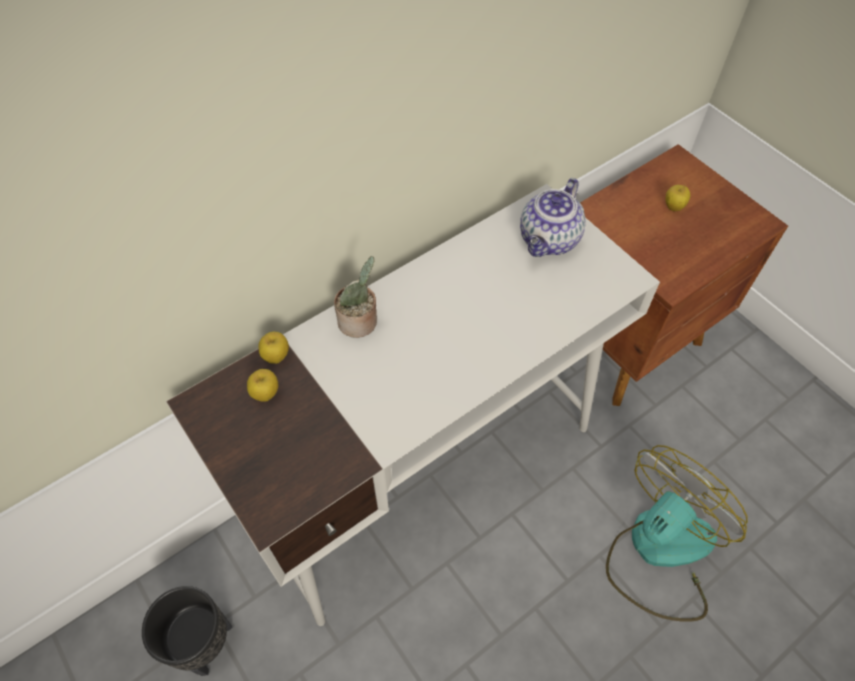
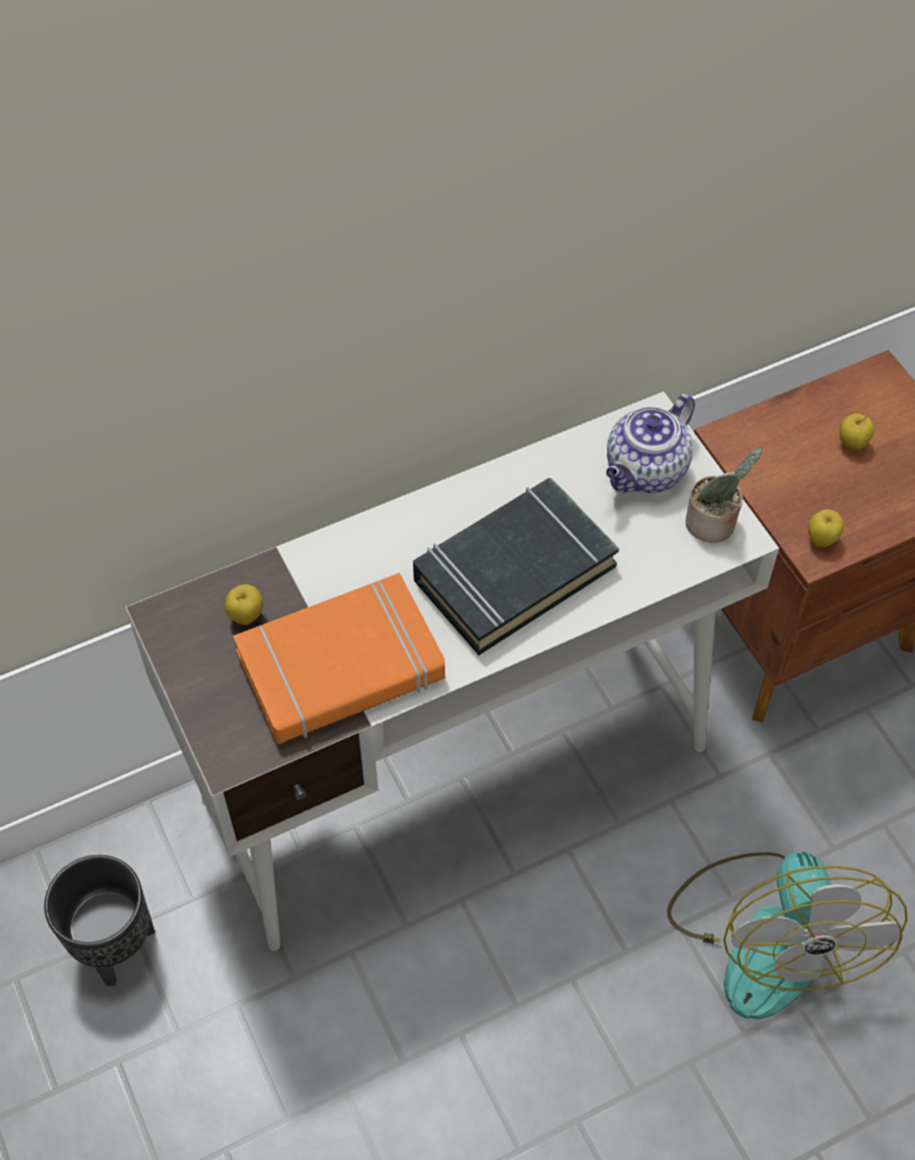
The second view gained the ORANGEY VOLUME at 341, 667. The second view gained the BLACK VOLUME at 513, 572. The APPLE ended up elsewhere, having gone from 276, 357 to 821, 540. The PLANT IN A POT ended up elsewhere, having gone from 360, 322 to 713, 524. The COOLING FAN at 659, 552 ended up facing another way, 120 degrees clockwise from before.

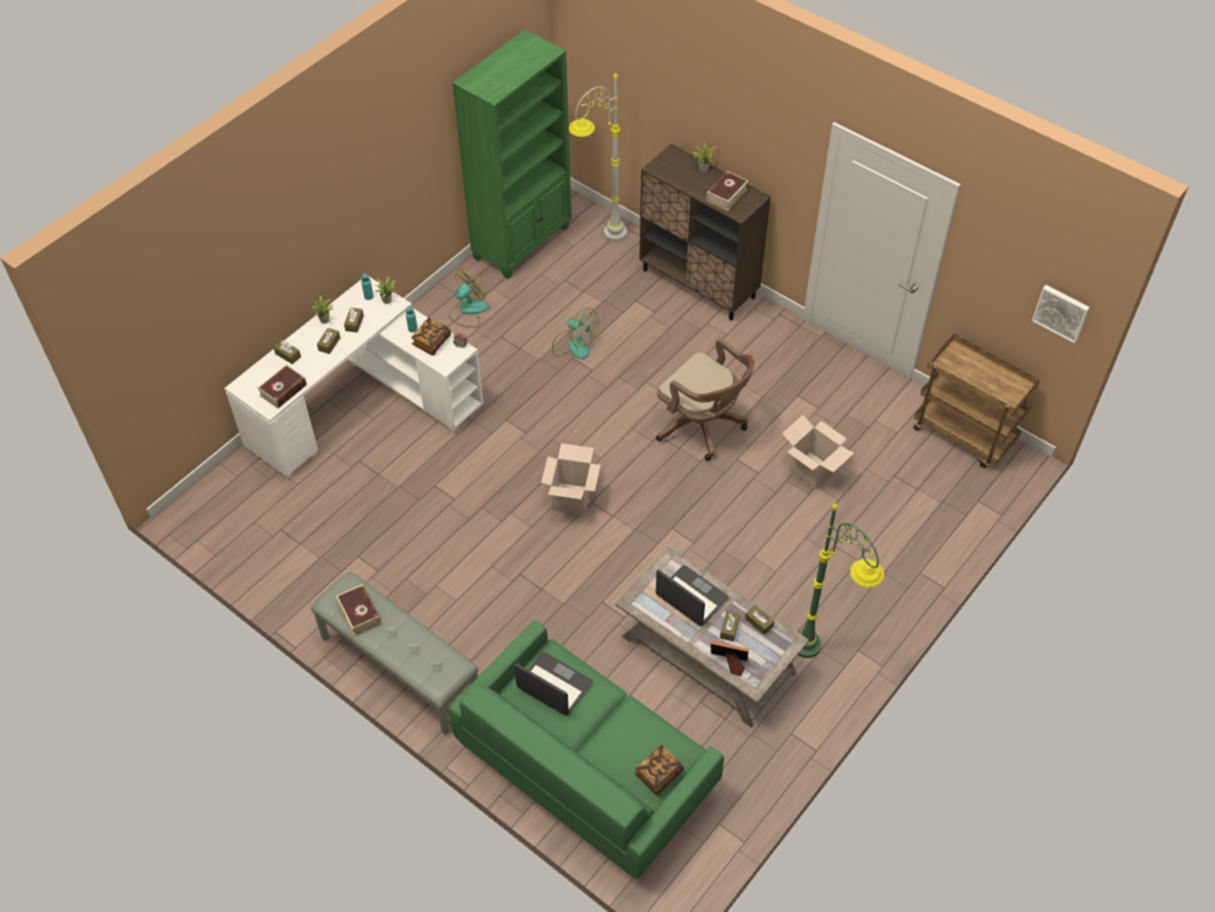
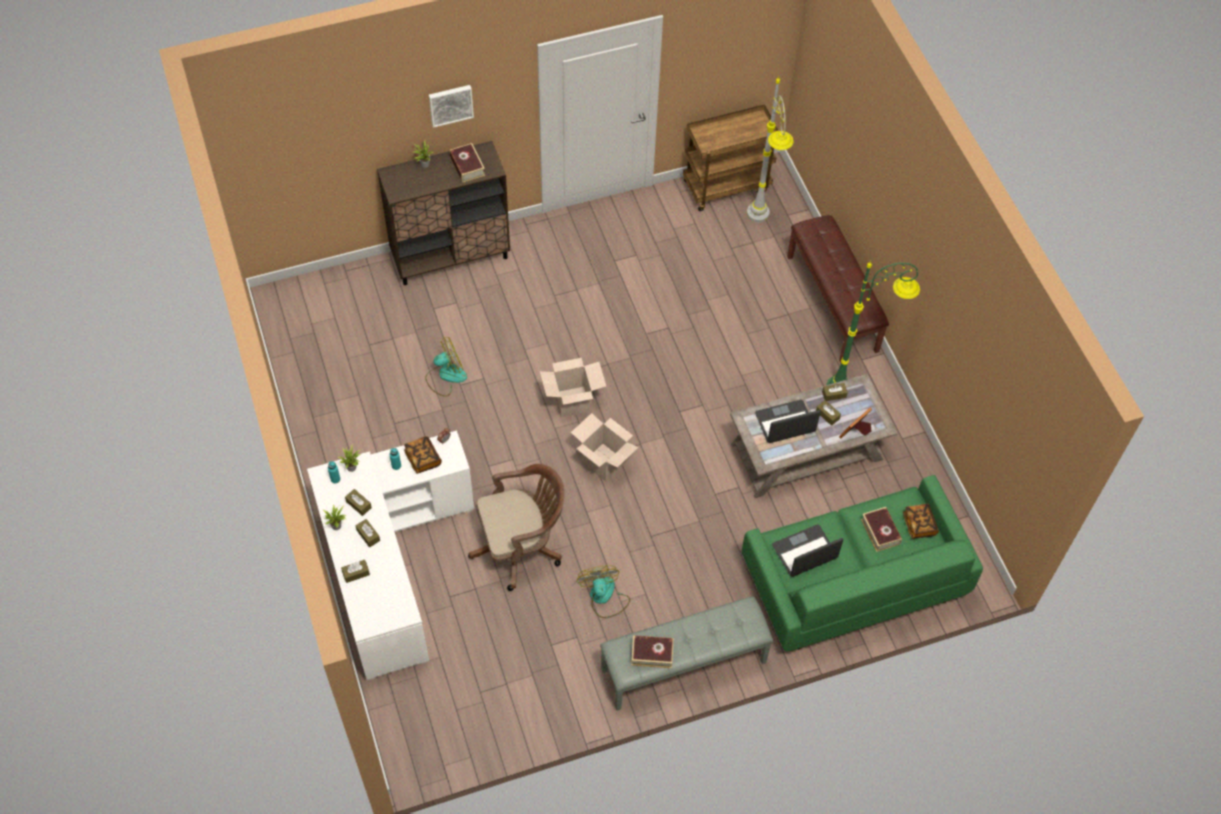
The second view lost the GREENISH BOOKCASE at 523, 242. The second view gained the BROWN INDOOR BENCH at 833, 303. The VOLUME ended up elsewhere, having gone from 283, 390 to 880, 532. The COOLING FAN ended up elsewhere, having gone from 468, 310 to 604, 597. The GRAY STANDARD LAMP ended up elsewhere, having gone from 599, 242 to 761, 229. The BROWN DESK CHAIR ended up elsewhere, having gone from 703, 426 to 521, 547. The CARTON ended up elsewhere, having gone from 812, 471 to 572, 402. The PICTURE ended up elsewhere, having gone from 1061, 312 to 450, 104.

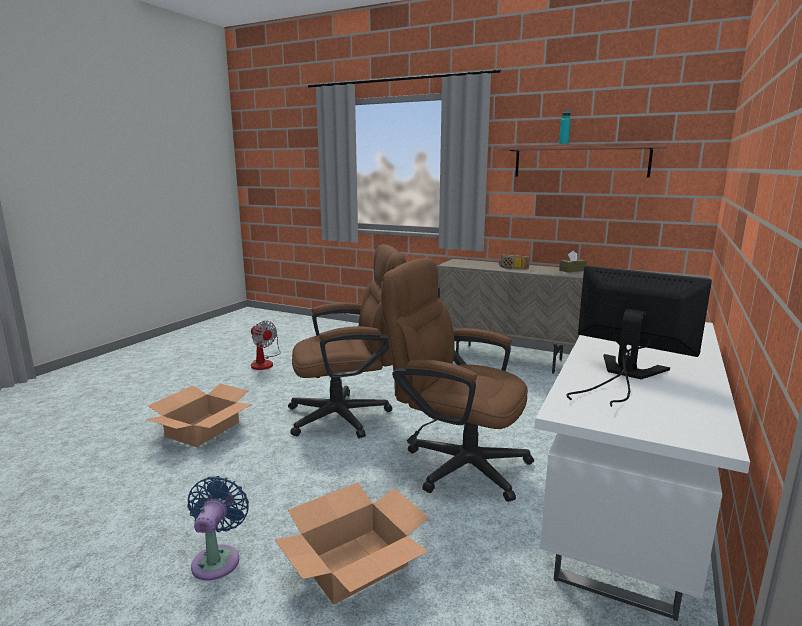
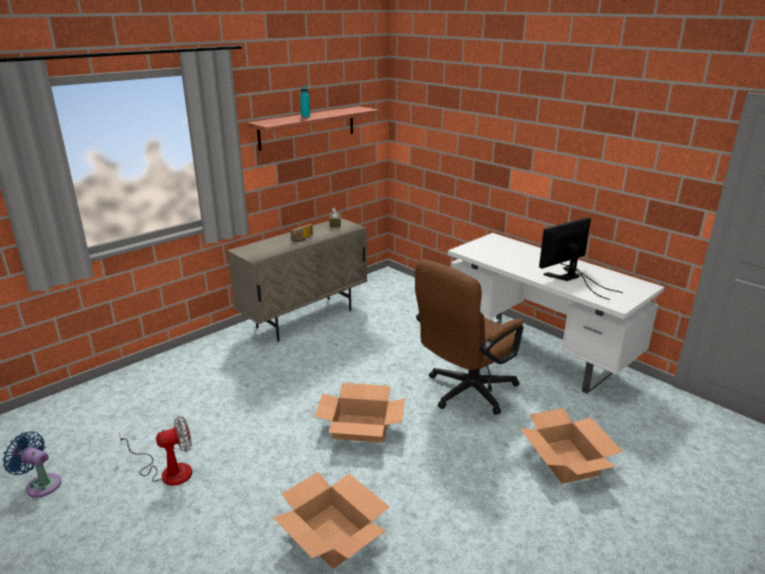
The BLUE-COLOURED COOLING FAN ended up elsewhere, having gone from 218, 559 to 41, 484. Where the BROWN DESK CHAIR stood at 349, 415, the CARTON came to stand at 361, 428.

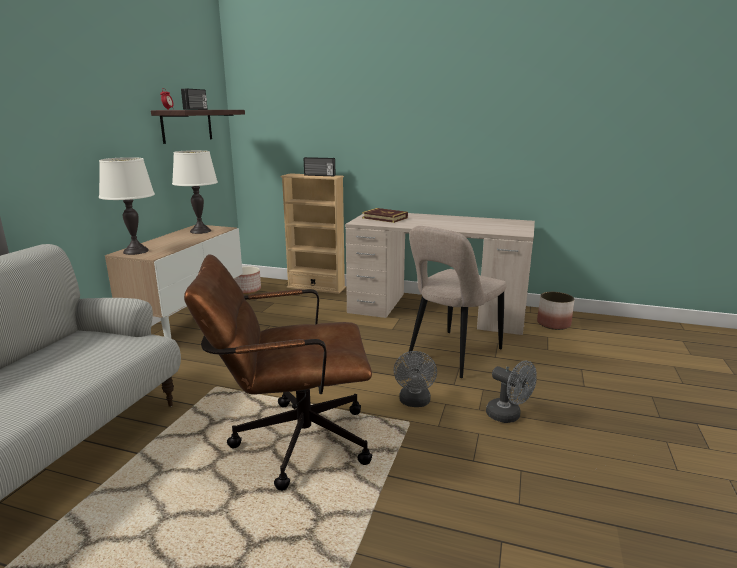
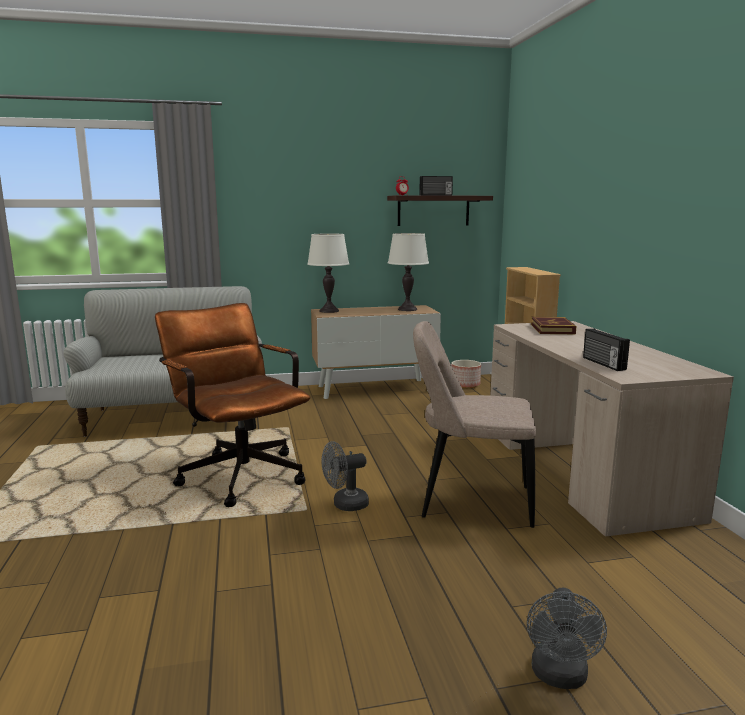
The second view lost the FLOWER POT at 554, 324. The RADIO SET ended up elsewhere, having gone from 319, 175 to 603, 363. The GRAY COOLING FAN ended up elsewhere, having gone from 508, 416 to 560, 677.

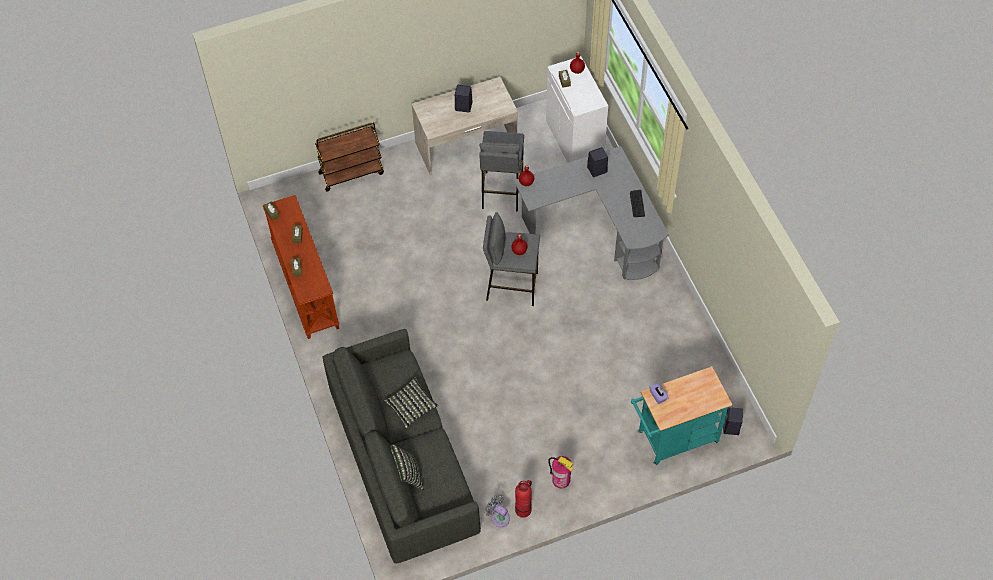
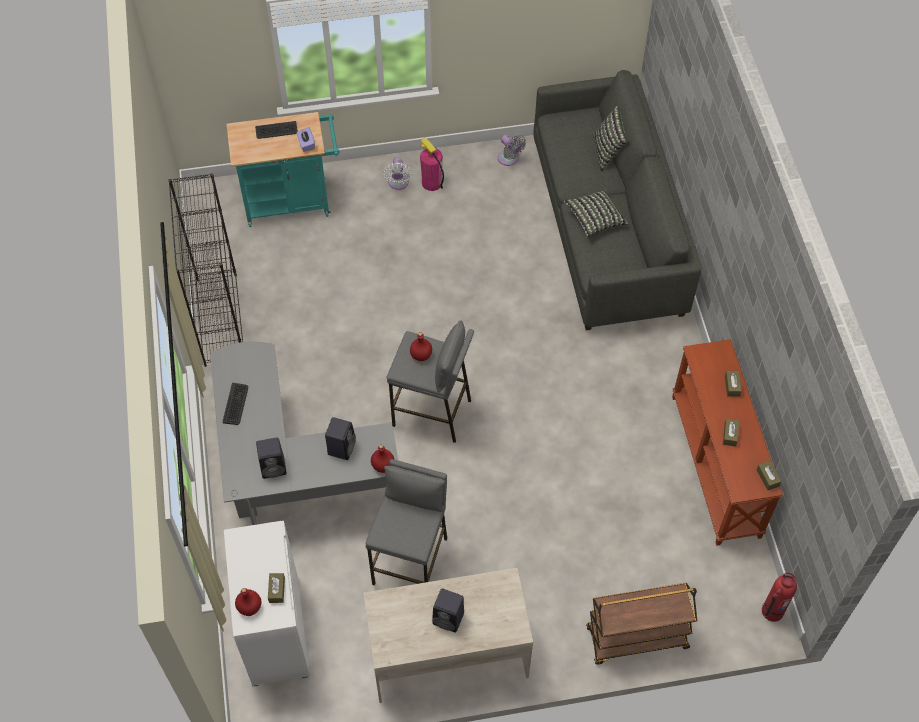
The second view gained the BLACK BOOKCASE at 220, 319. The second view gained the PC KEYBOARD at 276, 130. The second view gained the WHITISH COOLING FAN at 398, 183. The EXTINGUISHER ended up elsewhere, having gone from 523, 509 to 772, 611. The BLACK AUDIO SPEAKER ended up elsewhere, having gone from 731, 428 to 341, 447.

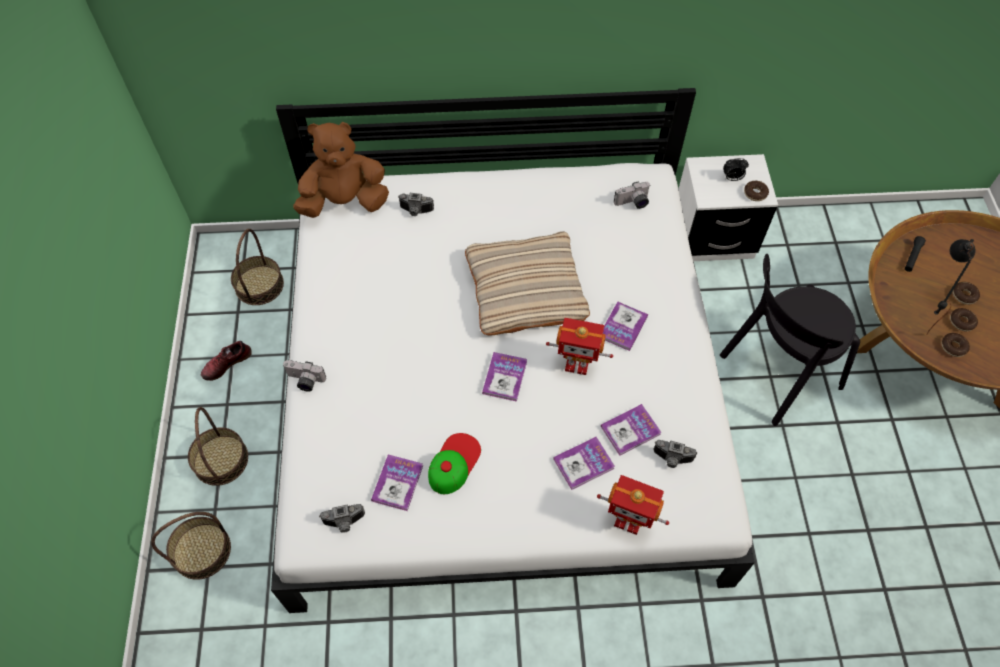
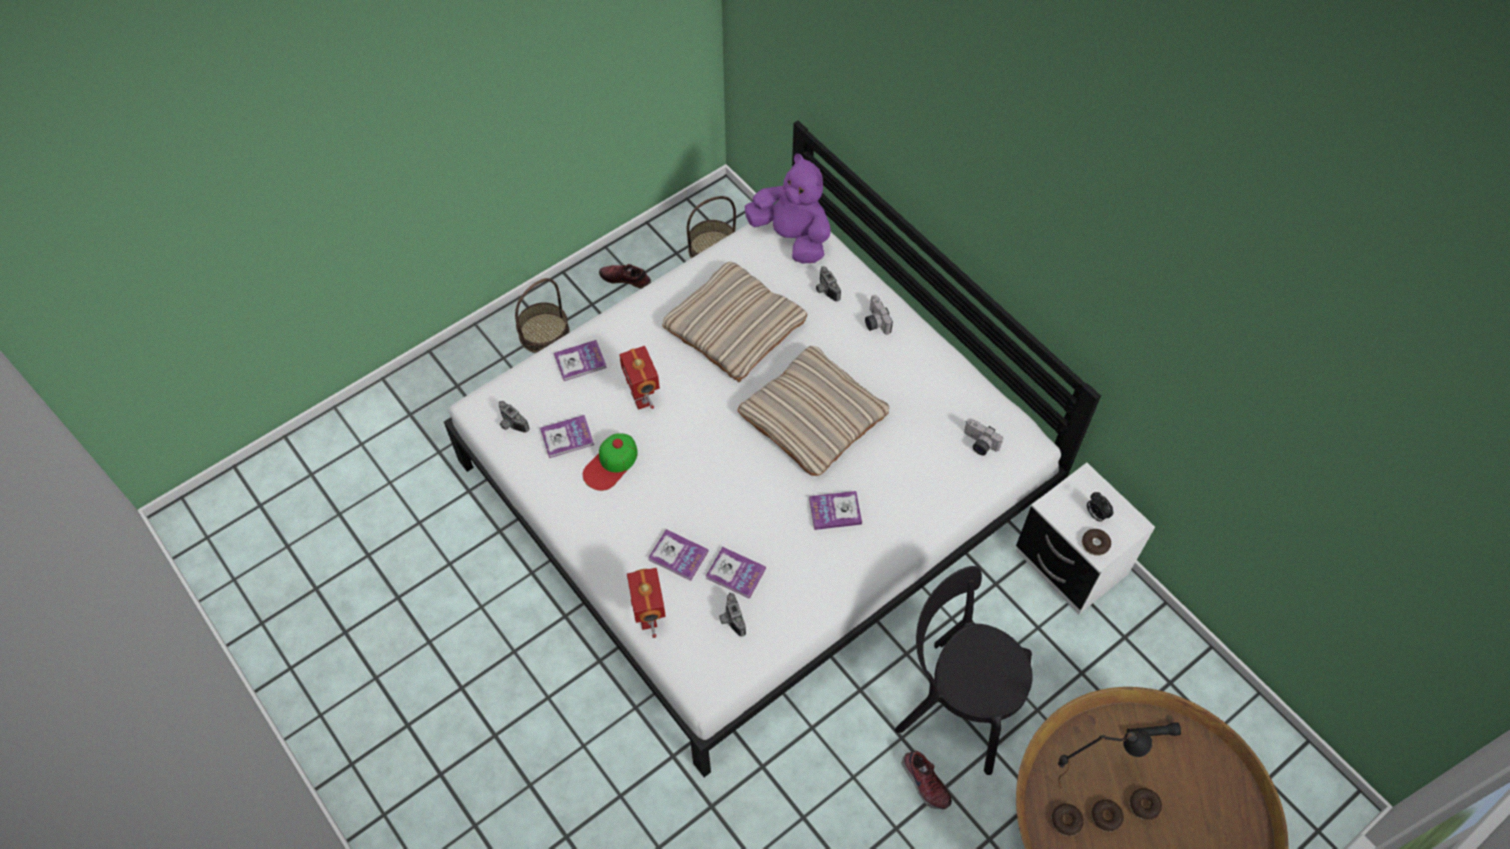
The second view lost the BASKET at 202, 550. The second view gained the SAND-COLOURED PILLOW at 734, 326. The second view gained the LOW SHOE at 924, 783. The STILL CAMERA ended up elsewhere, having gone from 304, 381 to 874, 322. The VOLUME ended up elsewhere, having gone from 504, 377 to 580, 361. The MODEL ROBOT ended up elsewhere, having gone from 577, 365 to 642, 398. What was the BROWN SOFT TOY at 345, 202 turned into the PURPLISH SOFT TOY at 792, 237. The BASEBALL CAP at 453, 463 ended up facing another way, 135 degrees clockwise from before.

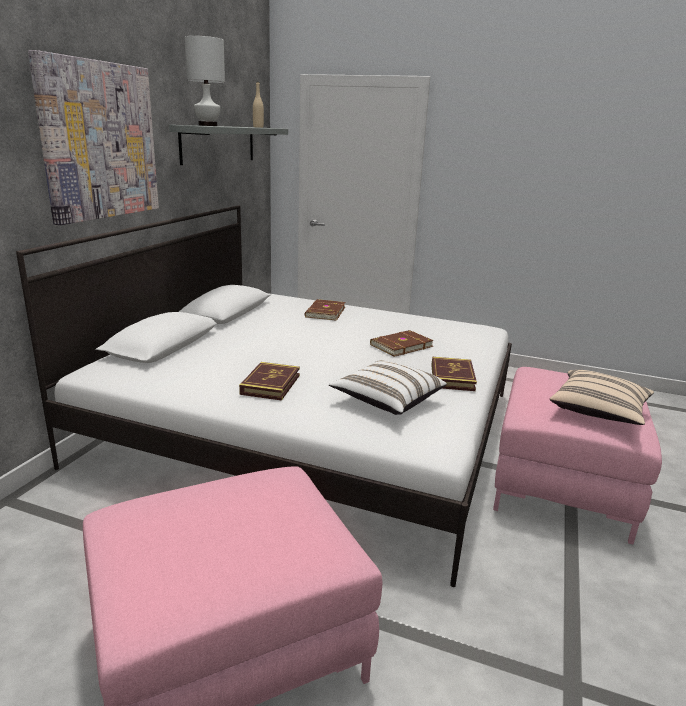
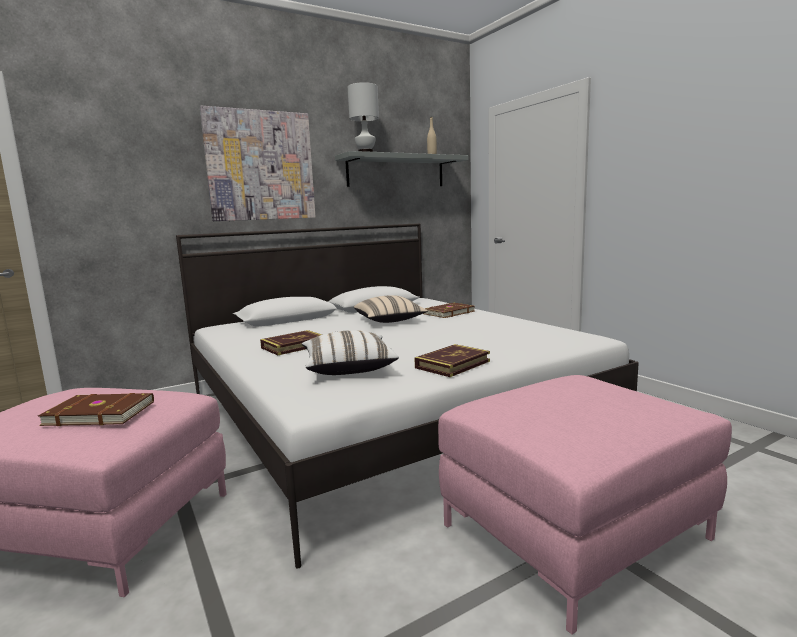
The BROWN VOLUME ended up elsewhere, having gone from 400, 345 to 100, 413. The SAND-COLOURED PILLOW ended up elsewhere, having gone from 599, 411 to 389, 321.

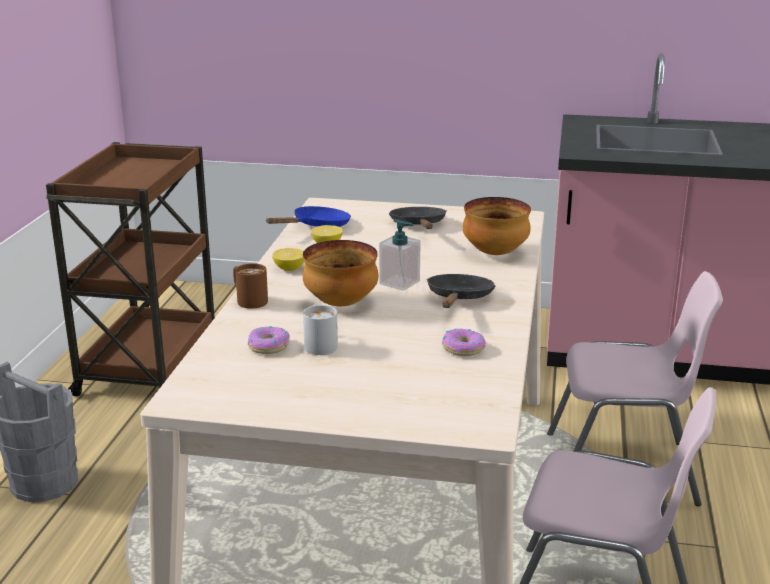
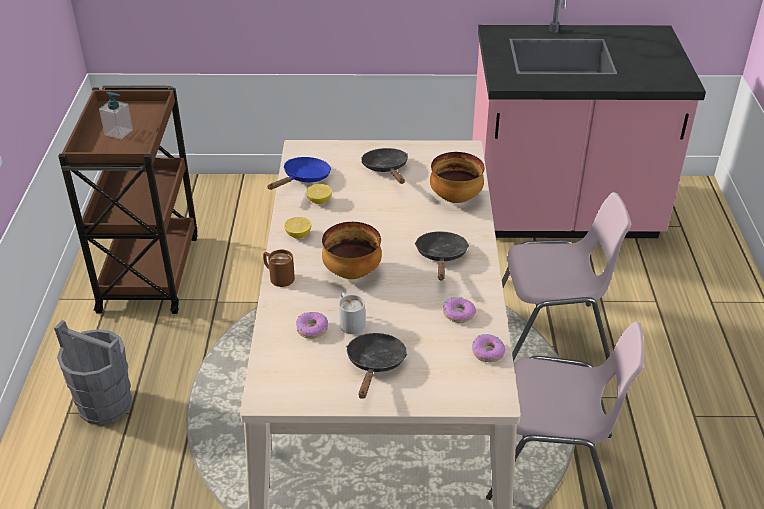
The second view gained the BLACK FRYING PAN at 375, 364. The second view gained the DOUGHNUT at 488, 352. The LIQUID SOAP BOTTLE ended up elsewhere, having gone from 399, 282 to 119, 132.

